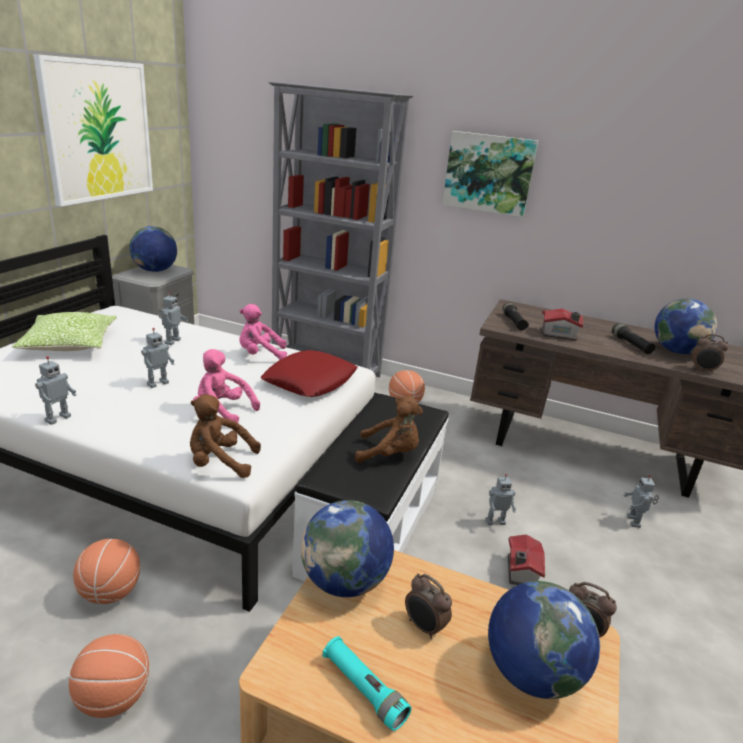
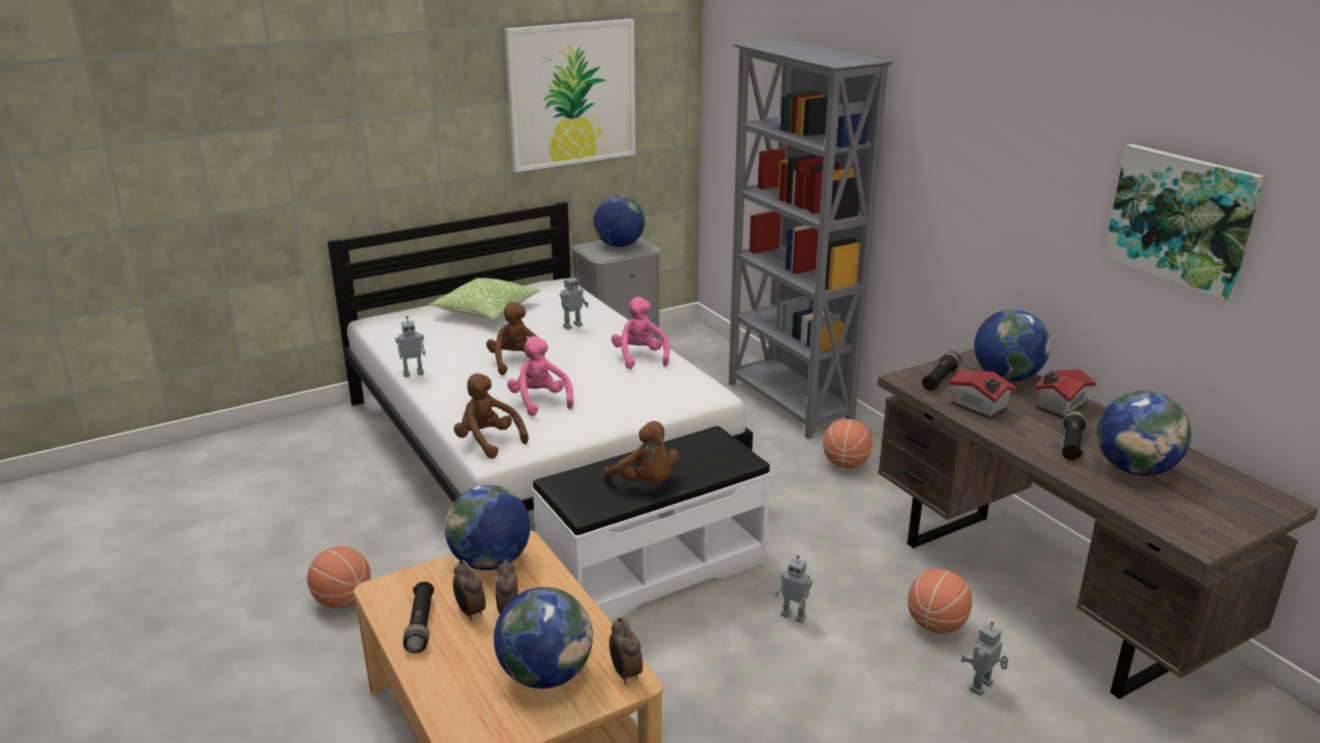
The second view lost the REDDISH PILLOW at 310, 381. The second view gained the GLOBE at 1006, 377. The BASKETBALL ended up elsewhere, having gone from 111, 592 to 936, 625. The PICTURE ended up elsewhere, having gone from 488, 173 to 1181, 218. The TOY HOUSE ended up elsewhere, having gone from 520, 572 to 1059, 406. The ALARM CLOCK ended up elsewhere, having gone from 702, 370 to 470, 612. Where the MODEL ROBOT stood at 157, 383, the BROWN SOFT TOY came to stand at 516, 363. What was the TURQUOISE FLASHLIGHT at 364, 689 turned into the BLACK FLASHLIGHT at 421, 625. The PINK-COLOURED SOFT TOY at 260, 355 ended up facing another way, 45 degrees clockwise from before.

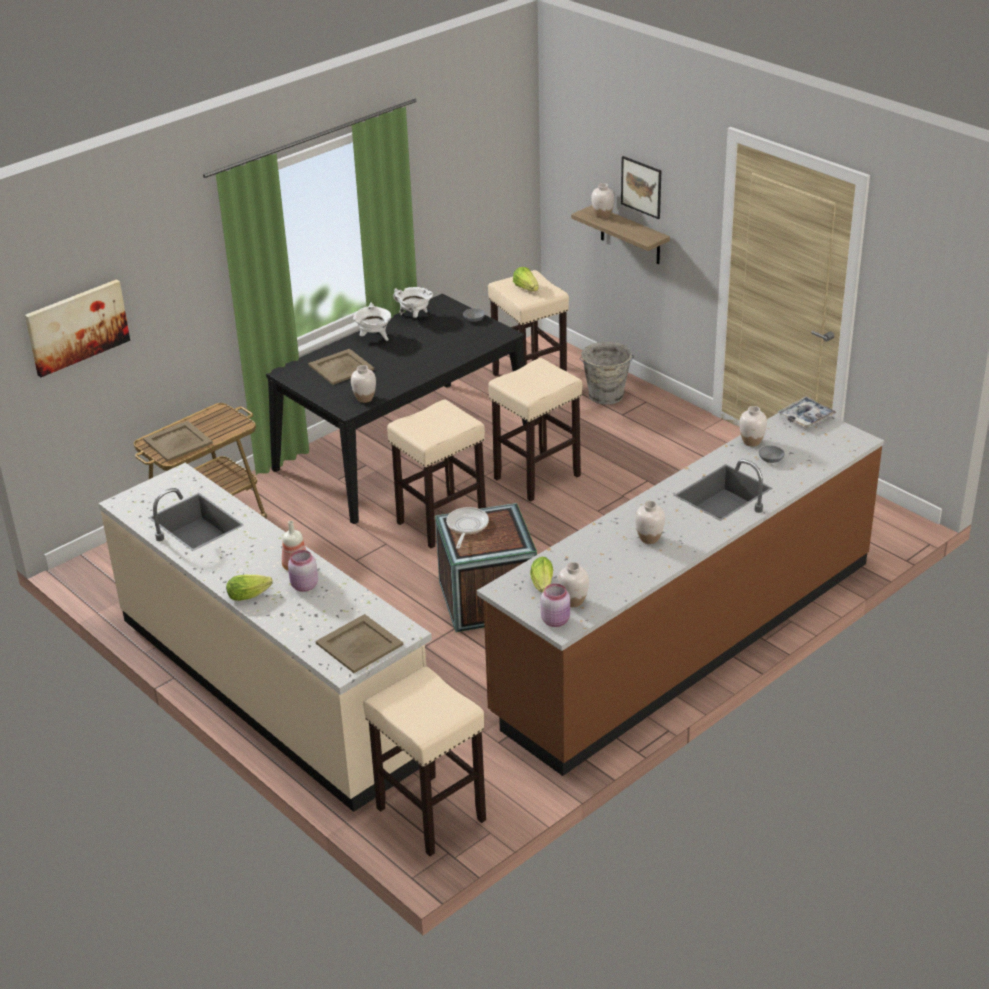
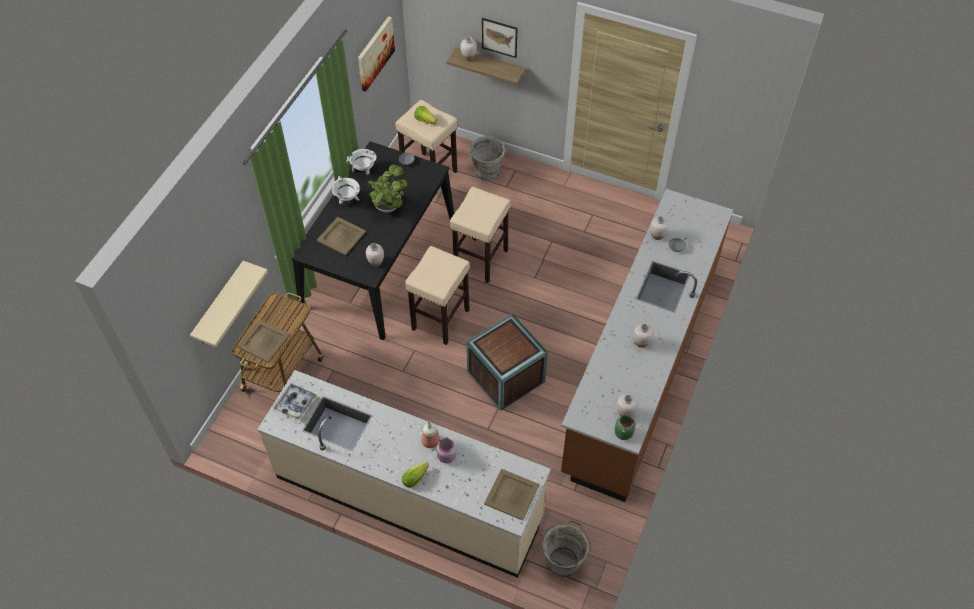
The second view lost the FRYING PAN at 466, 527. The second view lost the LETTUCE HEAD at 542, 585. The second view gained the SAND-COLOURED SHELF at 219, 305. The second view gained the PLANT IN A POT at 388, 205. The PICTURE ended up elsewhere, having gone from 77, 327 to 375, 53. The CARRYING TRAY ended up elsewhere, having gone from 806, 417 to 295, 403. Where the SAND-COLOURED STOOL stood at 429, 813, the GRAY WATER BUCKET came to stand at 563, 561. What was the PINK-COLOURED PRESERVE JAR at 556, 620 turned into the GREENISH PRESERVE JAR at 624, 433.

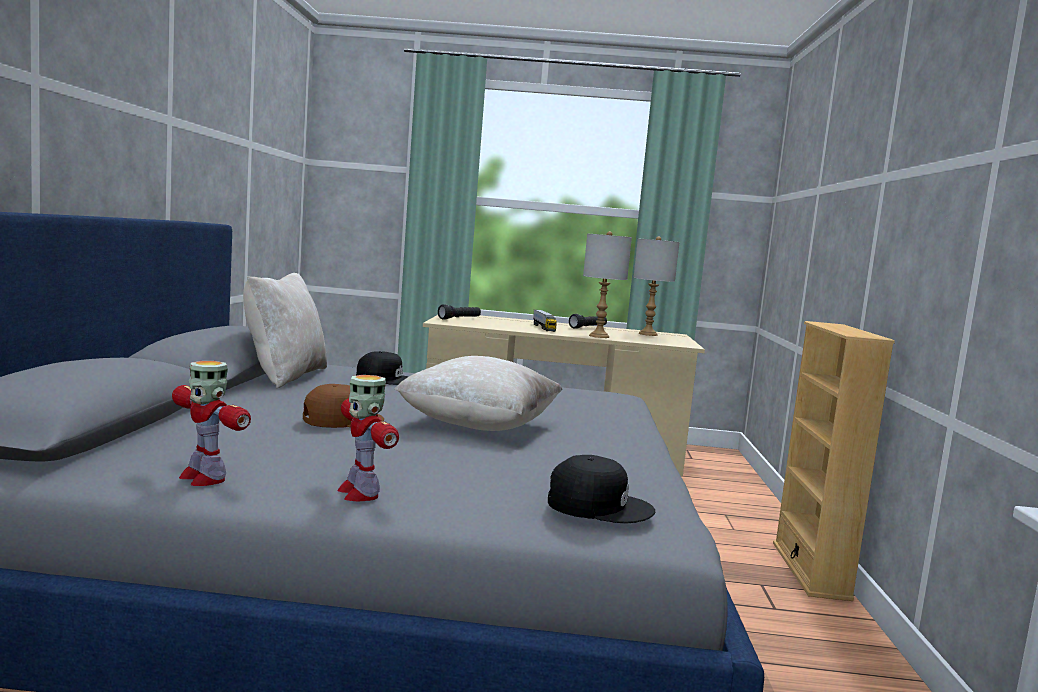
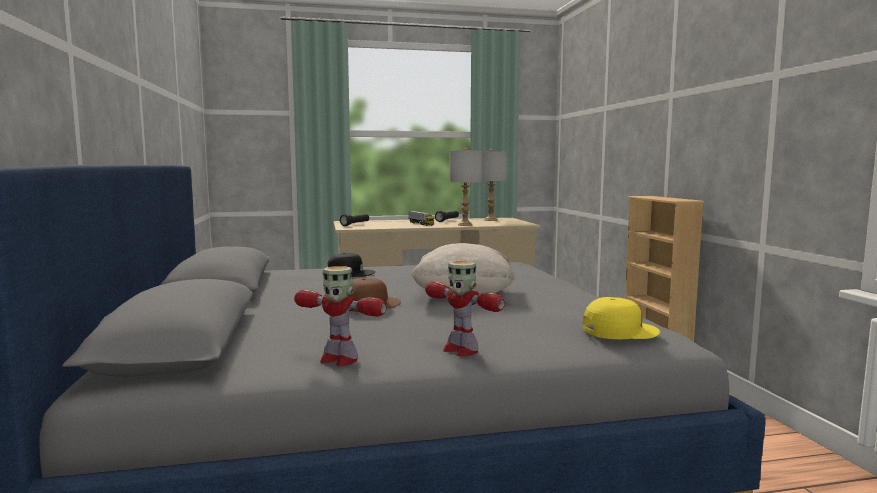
The second view lost the SAND-COLOURED PILLOW at 284, 376. What was the BLACK BASEBALL CAP at 598, 505 turned into the YELLOWISH BASEBALL CAP at 619, 330.

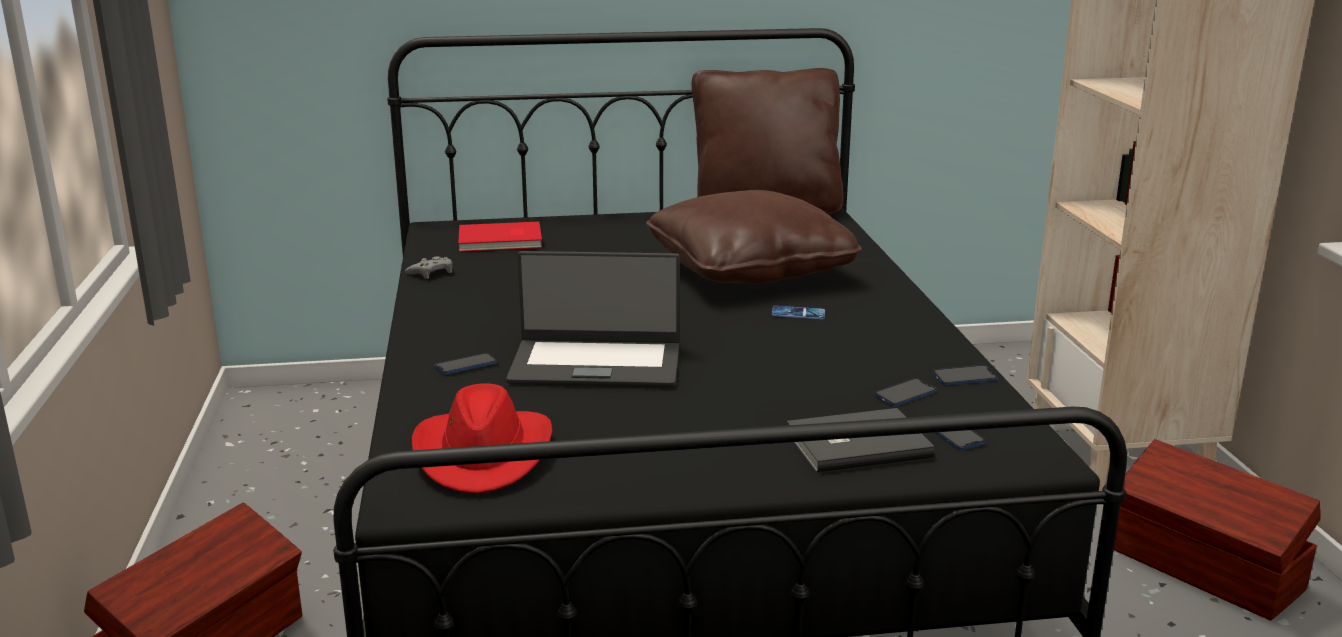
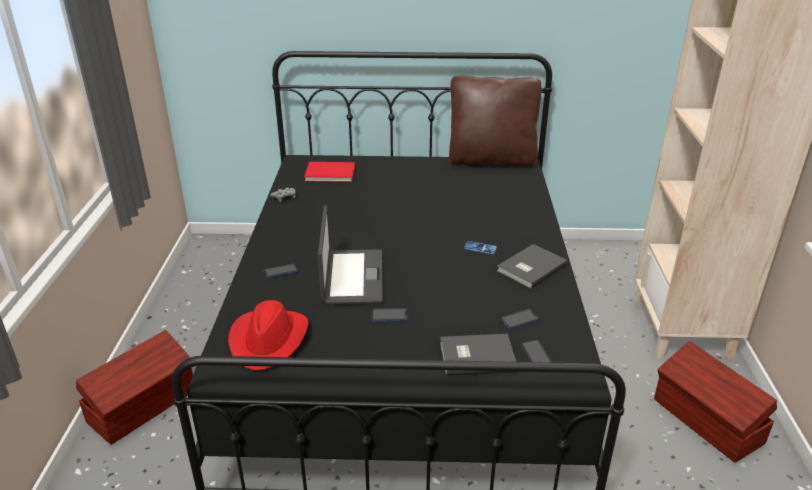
The second view lost the BROWN PILLOW at 750, 270. The second view gained the GRAY VOLUME at 530, 268. The TELEPHONE ended up elsewhere, having gone from 964, 377 to 389, 316. The LAPTOP at 596, 364 ended up facing another way, 105 degrees counterclockwise from before.

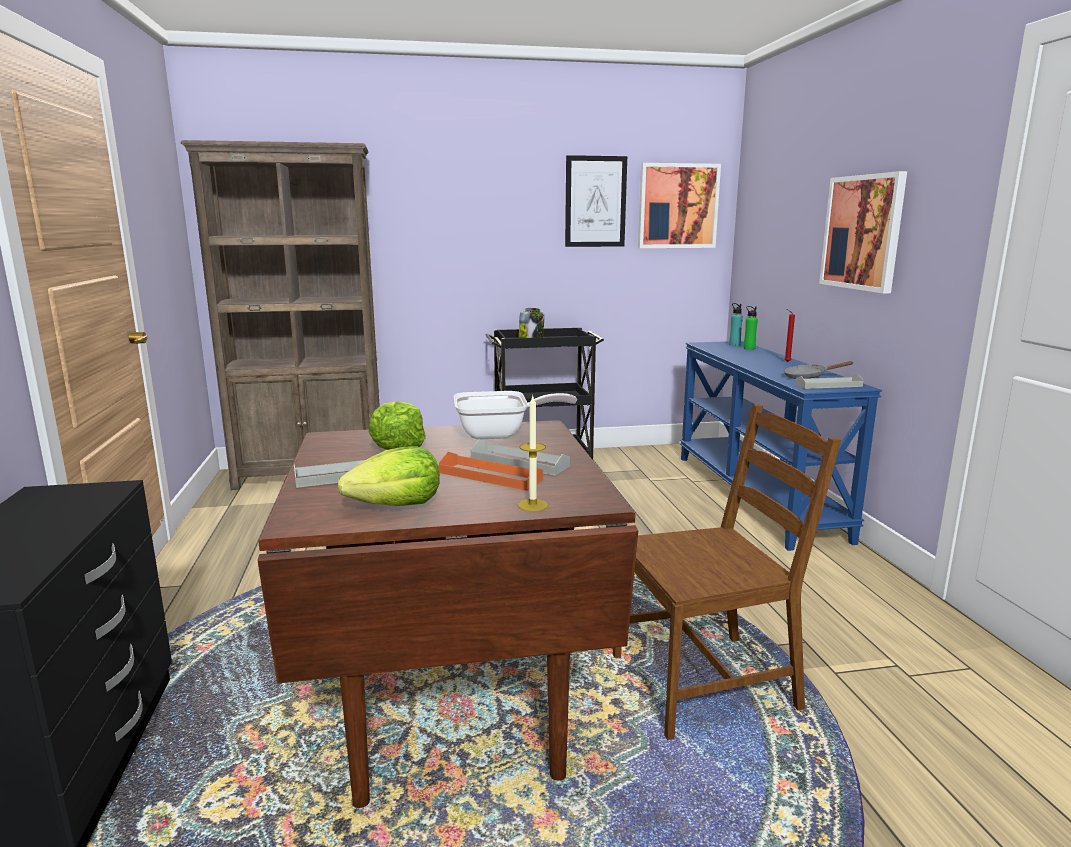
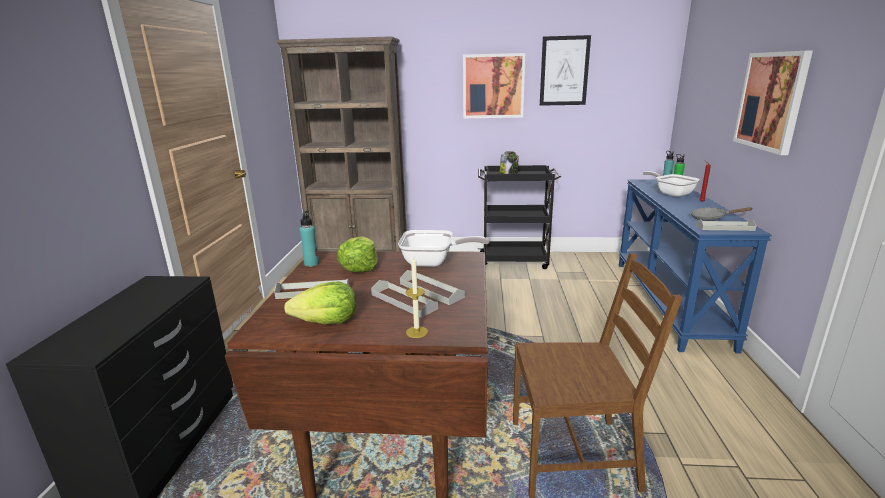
The second view gained the TURQUOISE BOTTLE at 311, 263. The second view gained the FRYING PAN at 671, 193. The PICTURE ended up elsewhere, having gone from 678, 206 to 493, 86. What was the ORANGEY CARRYING TRAY at 490, 476 turned into the GRAY CARRYING TRAY at 403, 301.

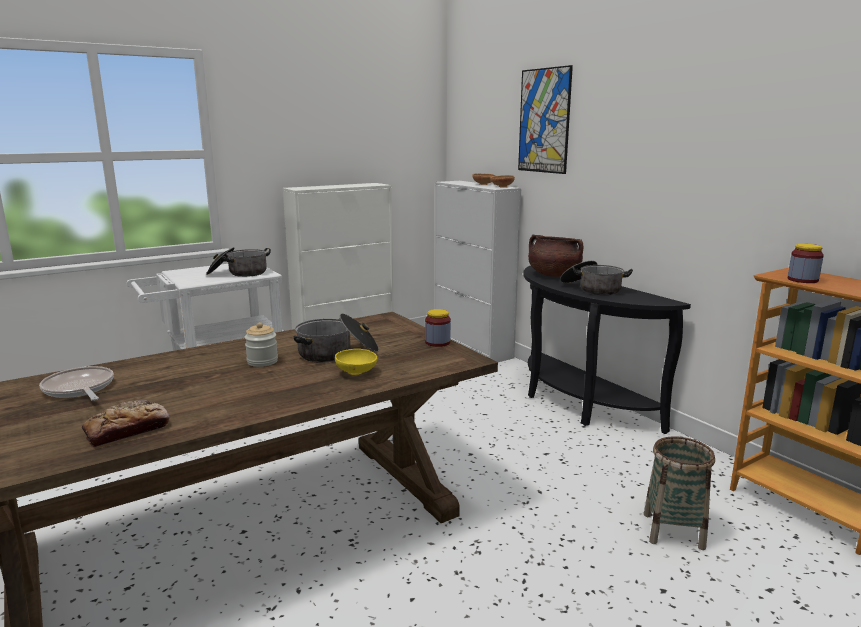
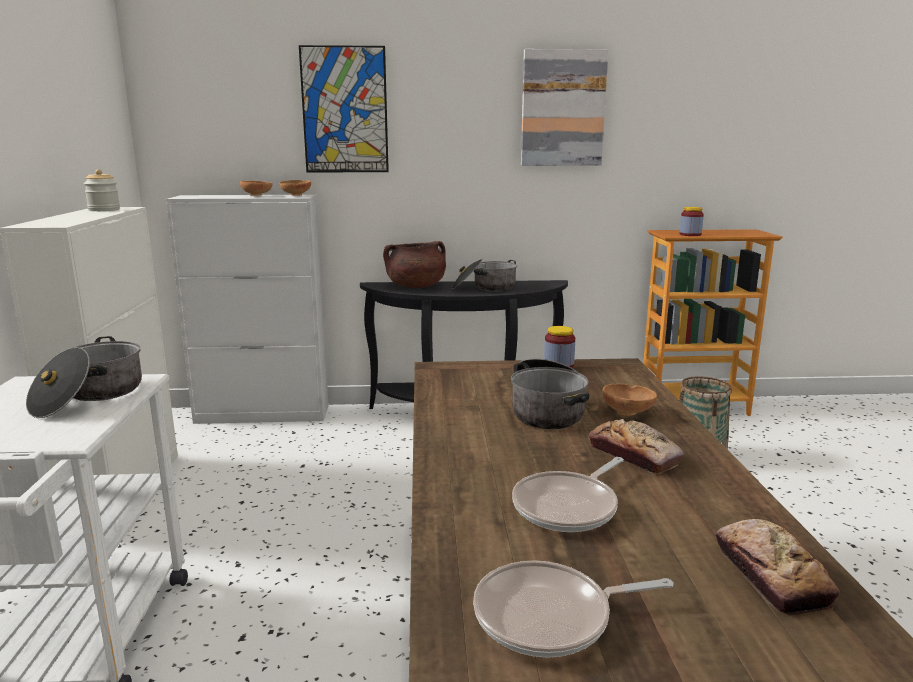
The second view gained the FRYING PAN at 568, 507. The second view gained the PICTURE at 562, 108. The second view gained the BAKERY BREAD at 634, 455. The PRESERVE JAR ended up elsewhere, having gone from 262, 361 to 104, 210. What was the YELLOWISH DEEP DISH at 357, 373 turned into the BROWN DEEP DISH at 628, 412.

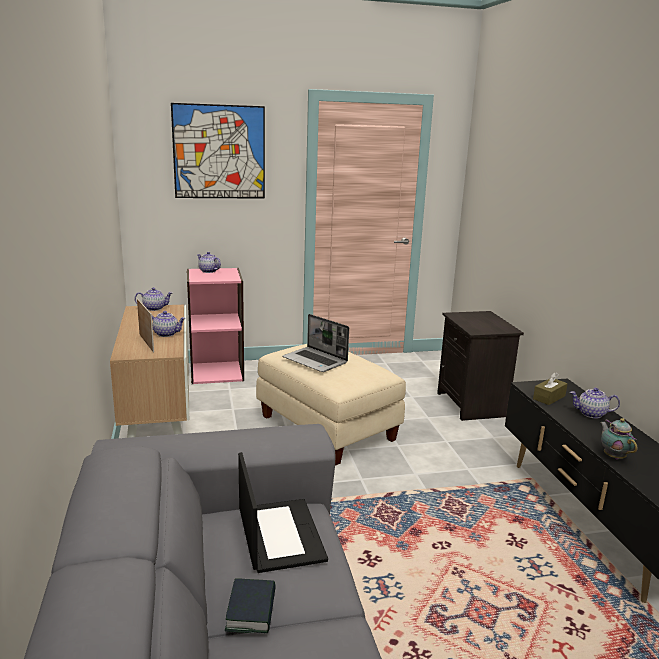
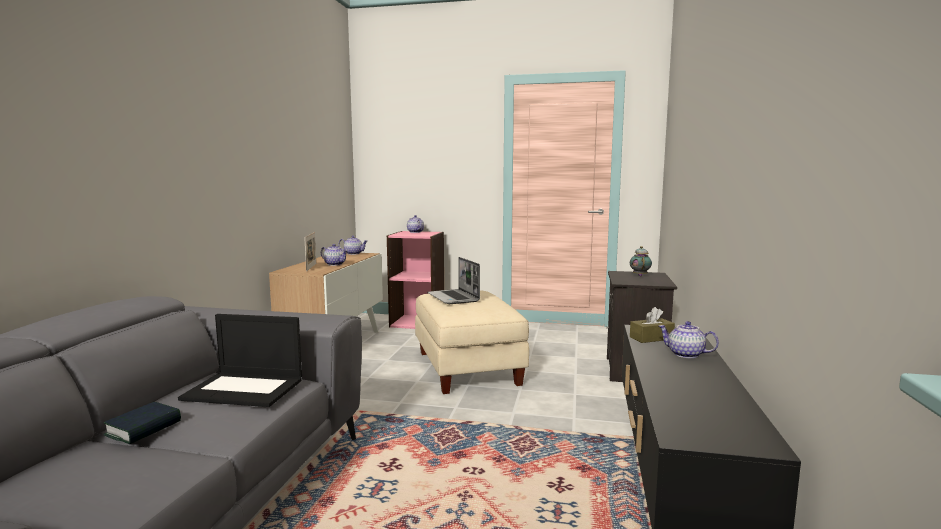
The second view lost the PICTURE at 219, 152. The TEAPOT ended up elsewhere, having gone from 613, 456 to 640, 275. The LAPTOP at 279, 534 ended up facing another way, 90 degrees clockwise from before.

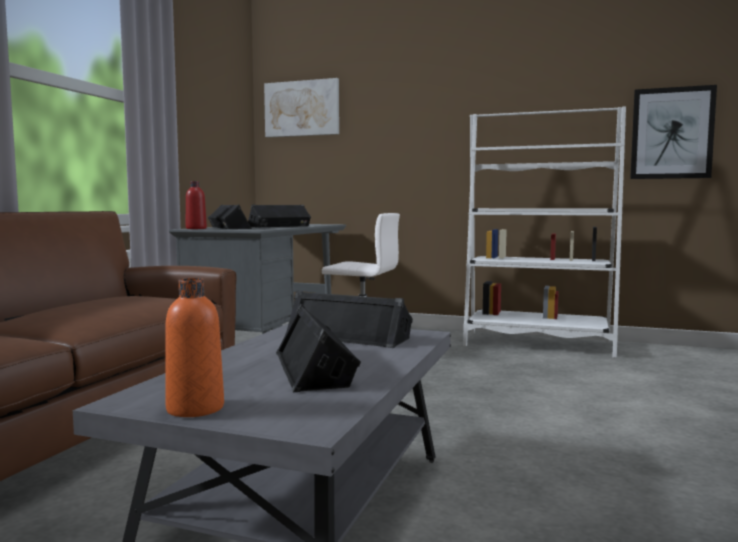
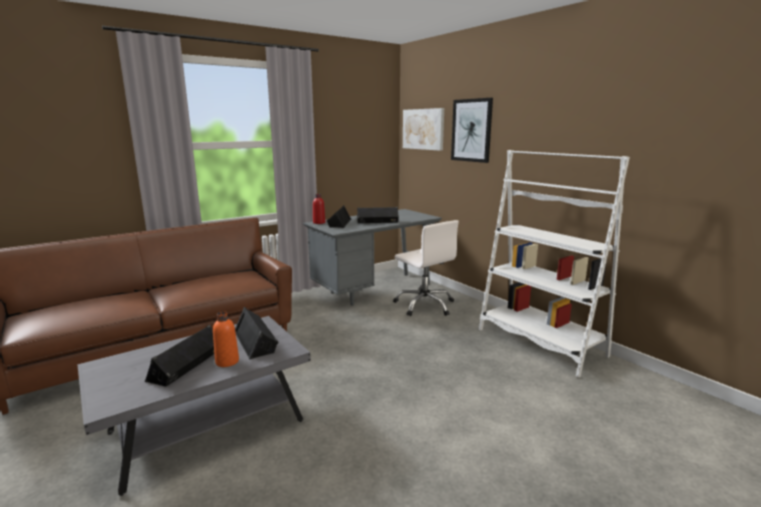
The ORANGEY BOTTLE ended up elsewhere, having gone from 195, 408 to 227, 361. The PICTURE ended up elsewhere, having gone from 672, 133 to 471, 130.

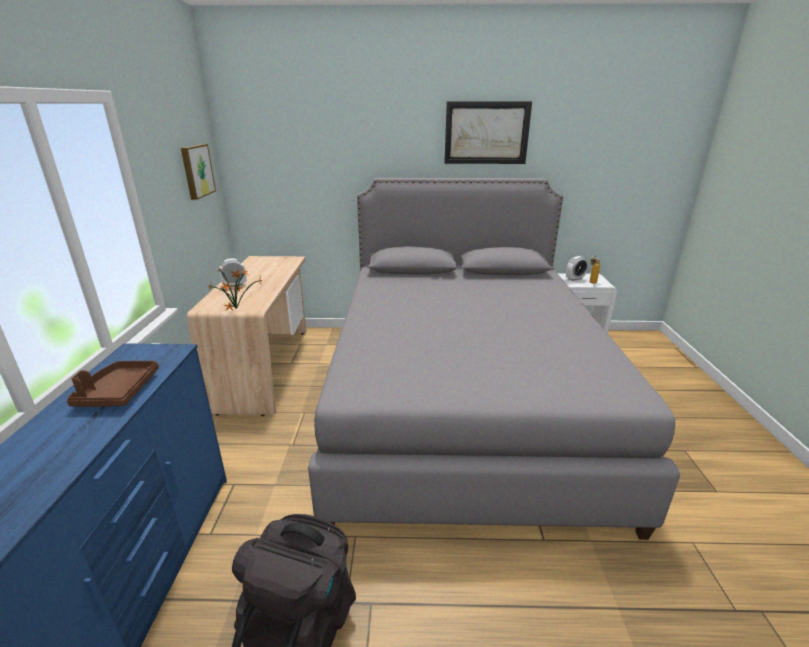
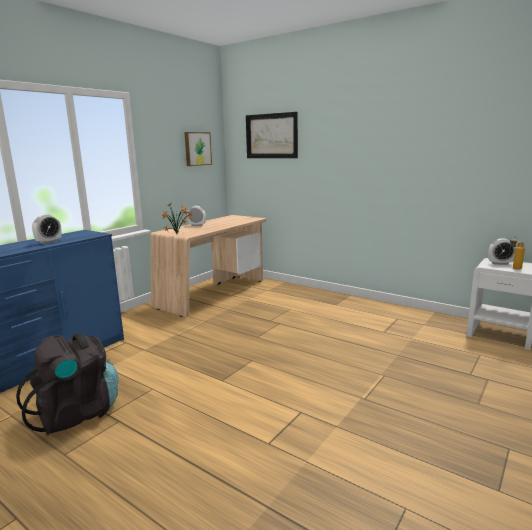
The second view lost the GRAY SLEEPING BED at 463, 402. The PICTURE ended up elsewhere, having gone from 486, 133 to 271, 136. Where the BROWN CARRYING TRAY stood at 118, 392, the ALARM CLOCK came to stand at 49, 242.

